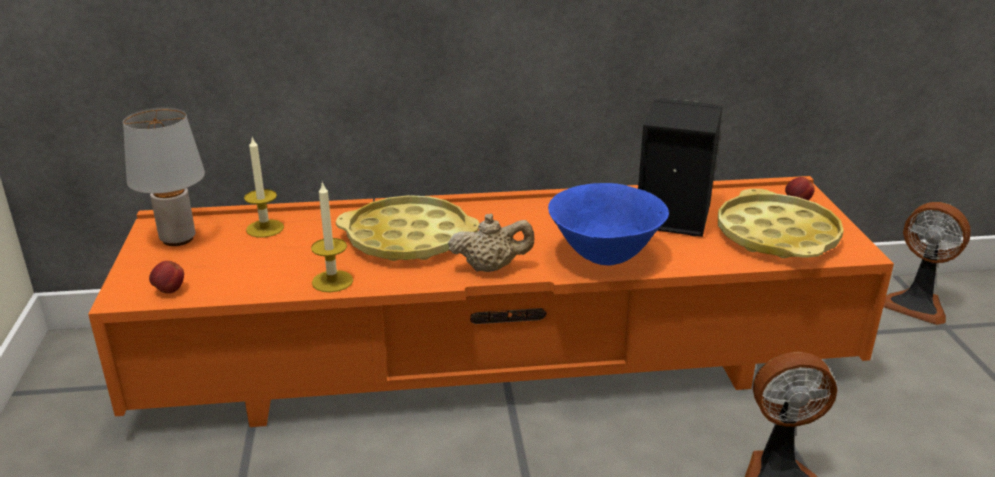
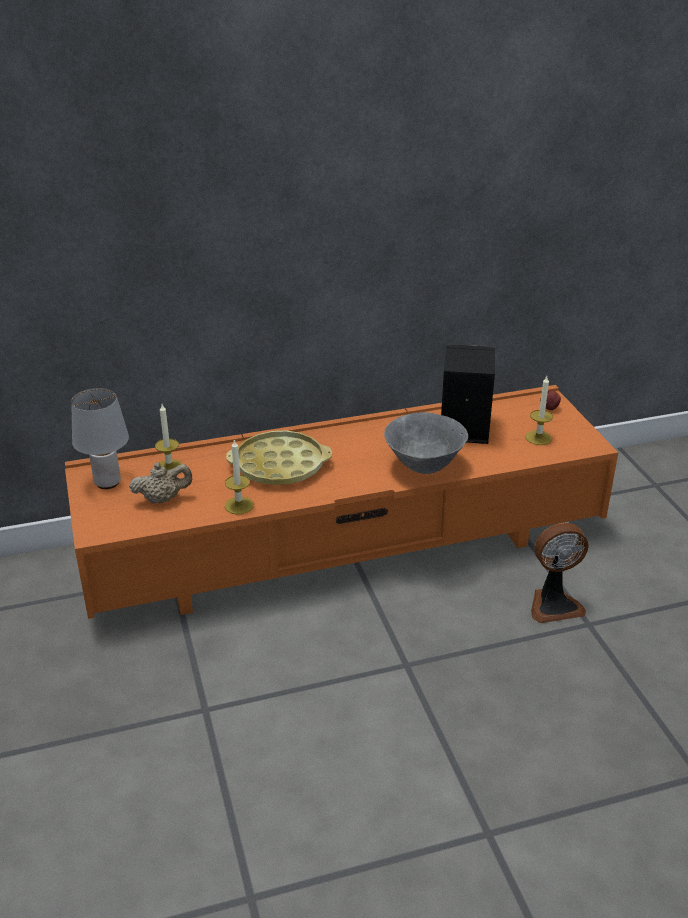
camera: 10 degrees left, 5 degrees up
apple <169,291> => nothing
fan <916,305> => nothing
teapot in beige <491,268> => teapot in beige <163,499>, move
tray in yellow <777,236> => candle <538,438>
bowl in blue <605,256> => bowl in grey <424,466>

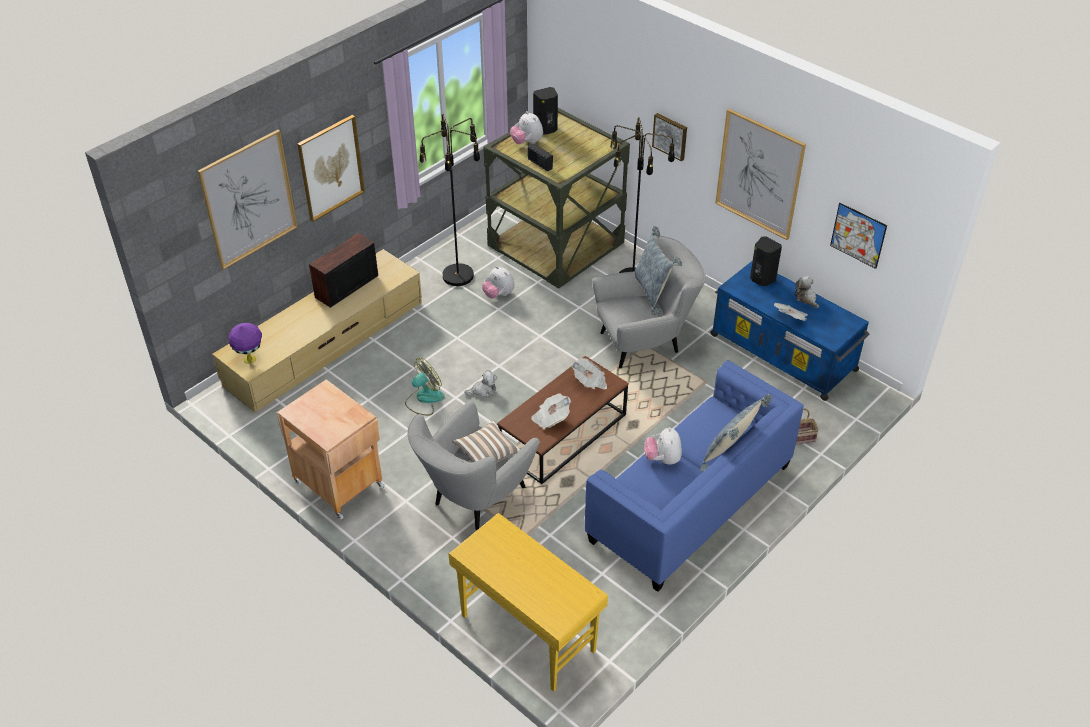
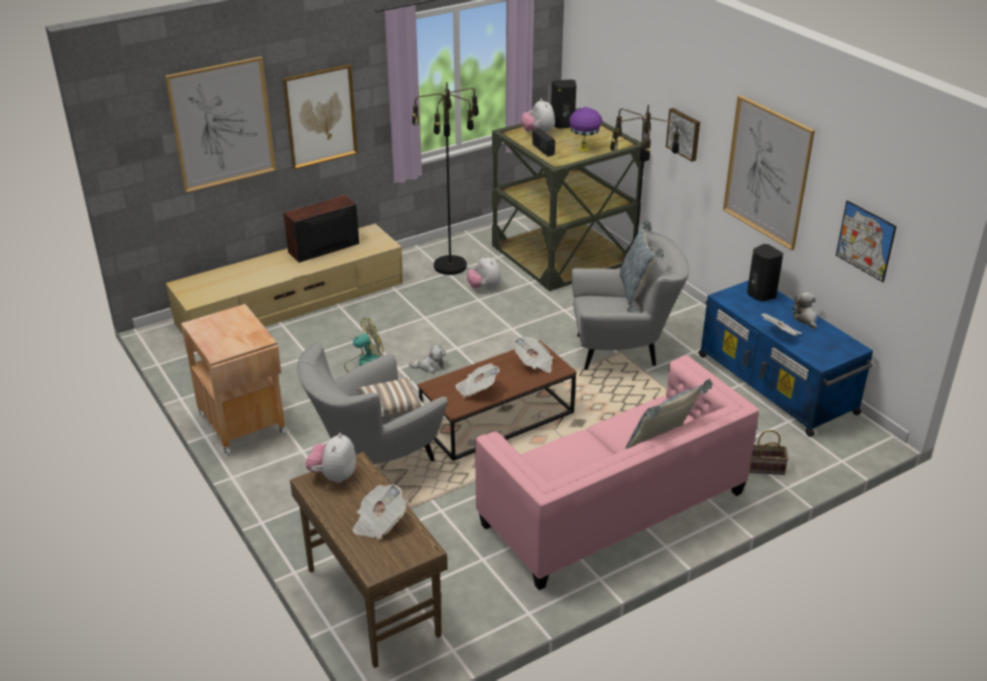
camera: 15 degrees right, 10 degrees down
nothing => newspaper <379,523>
table lamp in purple <250,359> => table lamp in purple <584,149>, move
plush toy <662,459> => plush toy <333,476>, move
console table in yellow <527,633> => console table in brown <371,602>
sofa in blue <690,503> => sofa in pink <613,508>

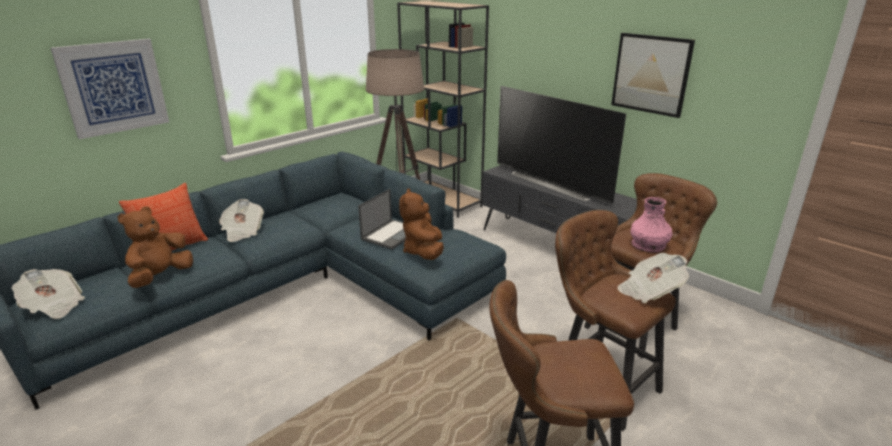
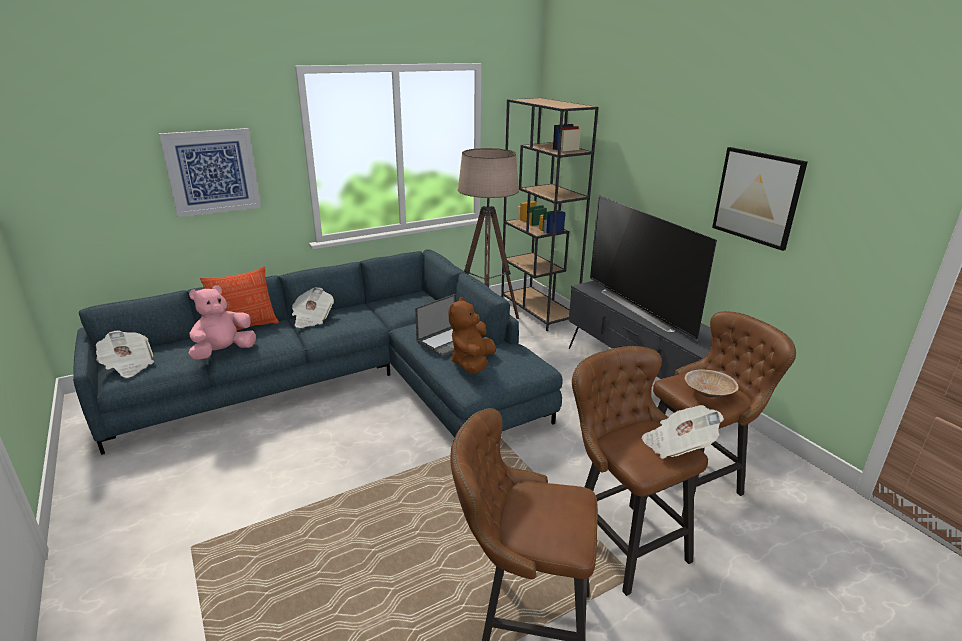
camera: 15 degrees right, 0 degrees up
vase in pink <648,245> => bowl in beige <707,393>
plush toy in brown <161,276> => plush toy in pink <224,352>

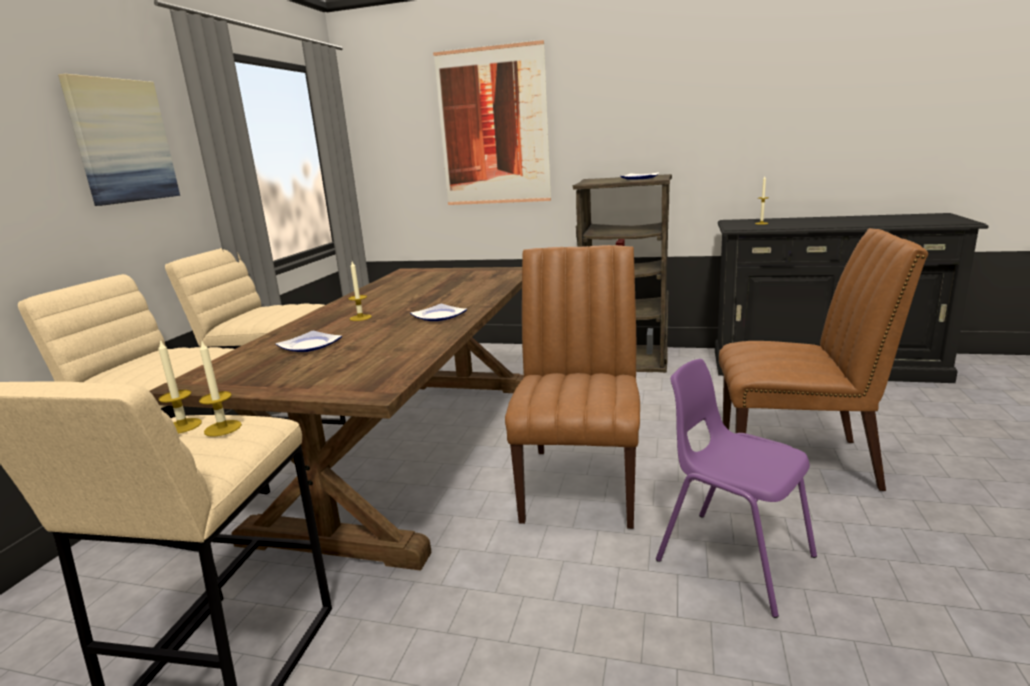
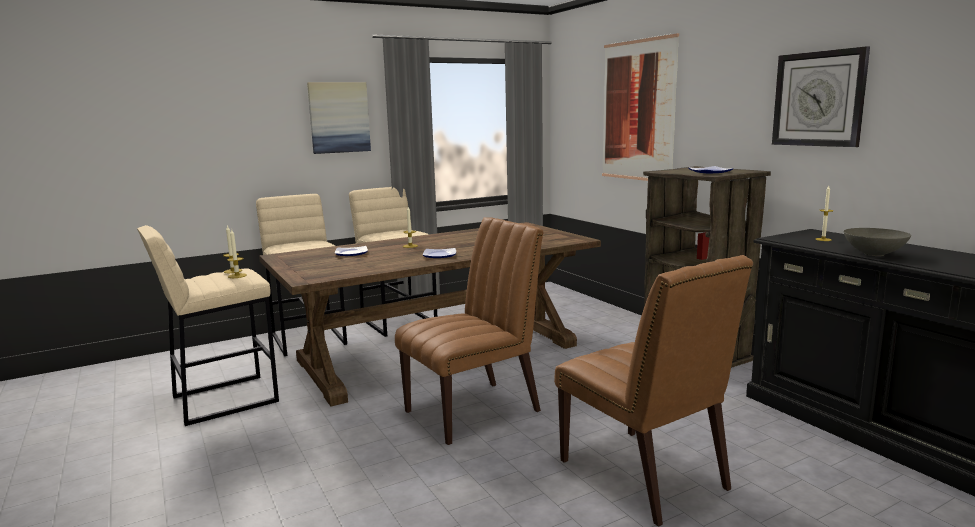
camera: 45 degrees right, 5 degrees down
chair in purple <733,558> => nothing
nothing => wall clock <818,99>
nothing => bowl in grey <875,254>

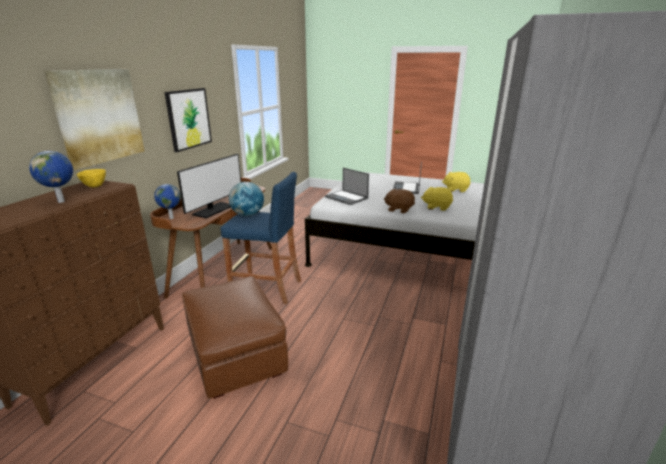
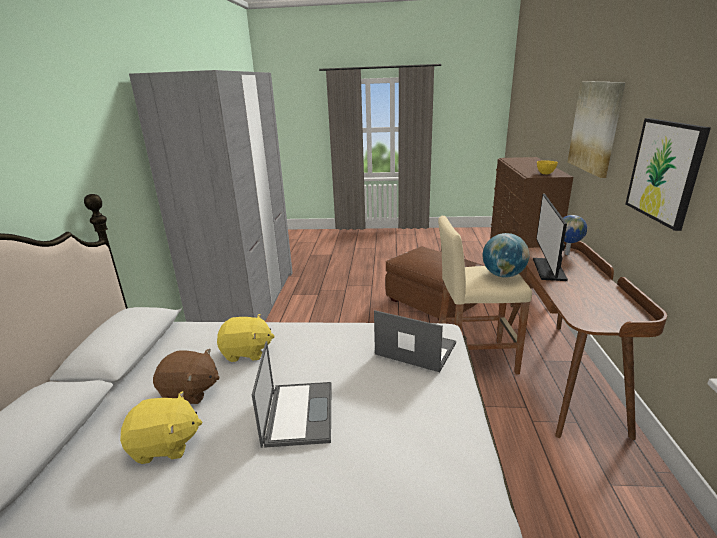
camera: 165 degrees right, 0 degrees up
globe <62,201> => nothing
plush toy in brown <399,209> => plush toy in brown <190,391>, move
stool in blue <266,288> => stool in beige <473,358>

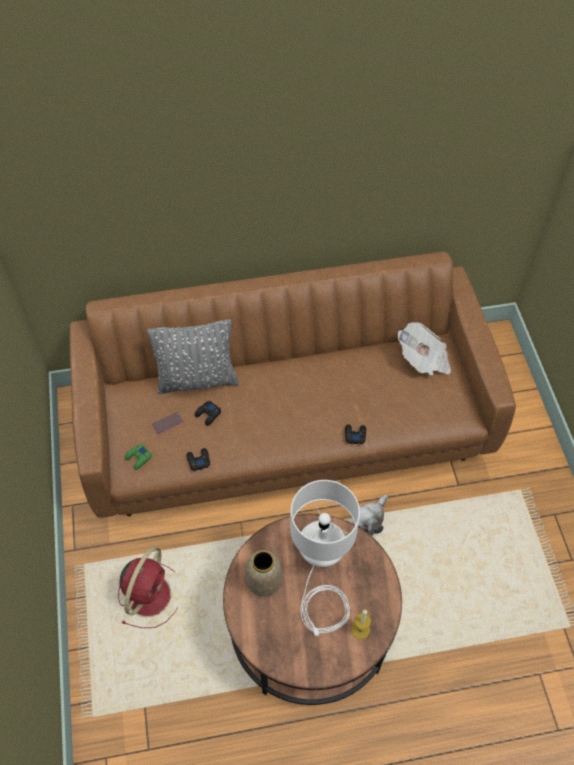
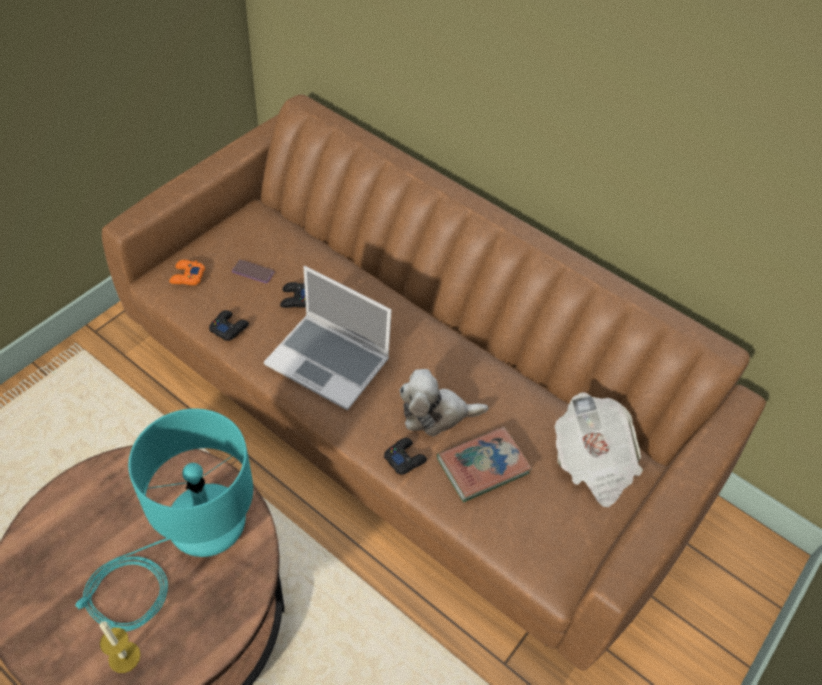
camera: 45 degrees right, 5 degrees down
fan in red <150,593> => nothing
pillow in grey <197,379> => nothing
vase <263,581> => nothing
nothing => laptop <329,362>
nothing => book <483,466>
plush toy <368,520> => plush toy <436,414>, move
game controller in green <138,458> => game controller in orange <187,276>
table lamp in white <322,572> => table lamp in turquoise <178,554>

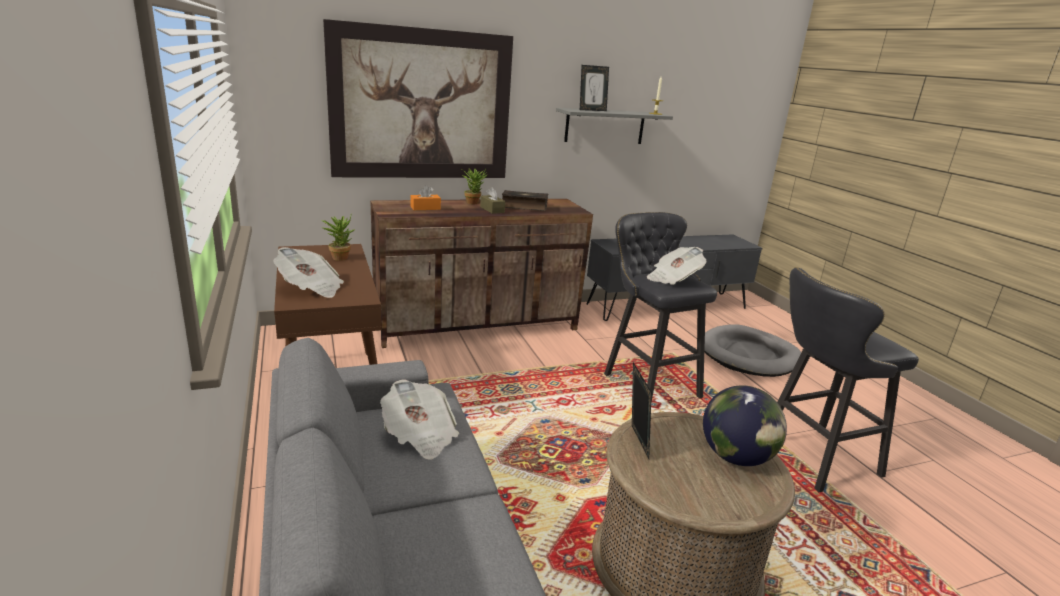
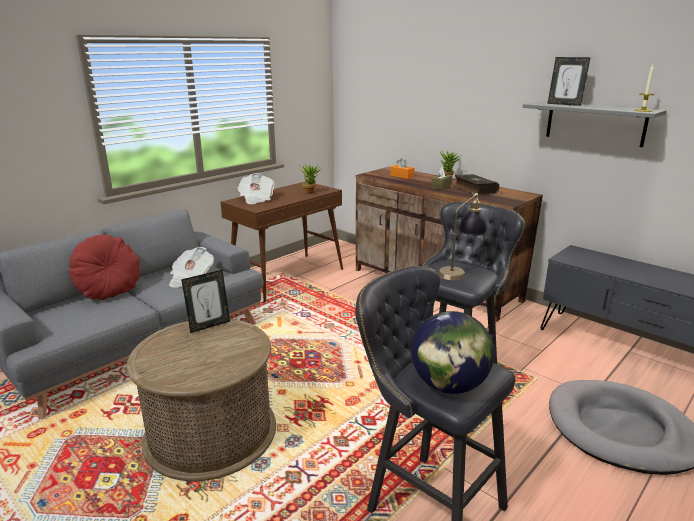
camera: 65 degrees right, 0 degrees up
picture <422,105> => nothing
nothing => pillow in red <110,294>
globe <736,458> => globe <449,386>, move
newspaper <673,279> => table lamp <460,272>

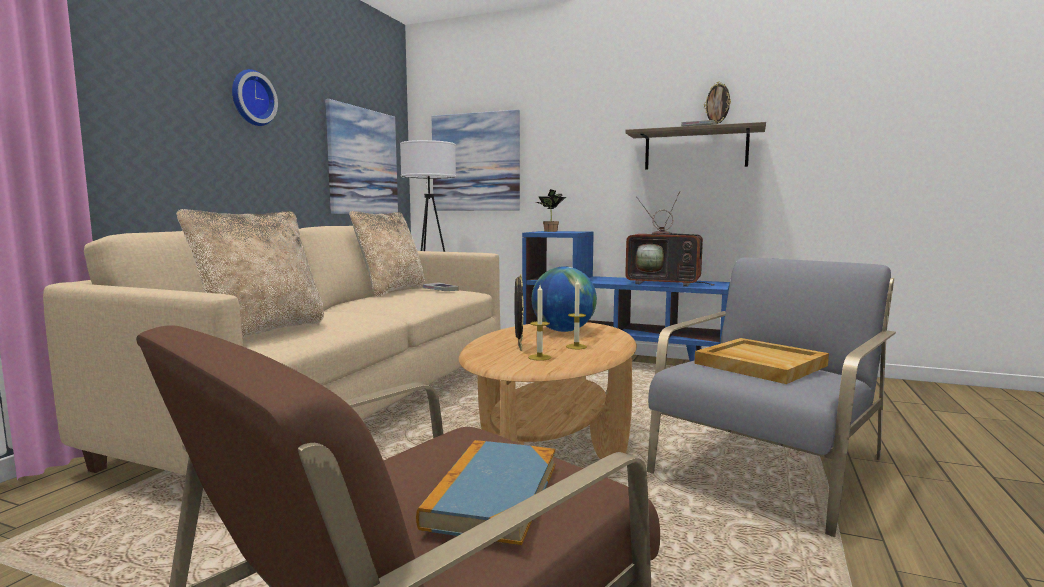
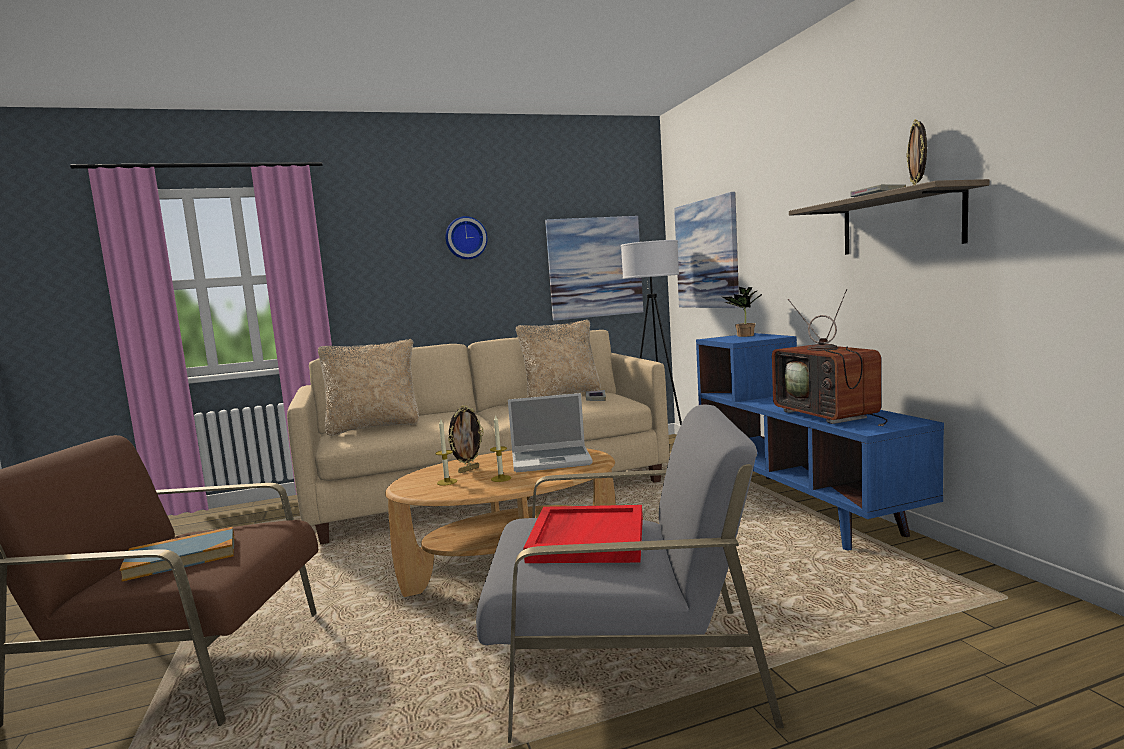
camera: 50 degrees right, 0 degrees up
globe <563,331> => laptop <552,460>
tray in beige <759,364> => tray in red <586,538>

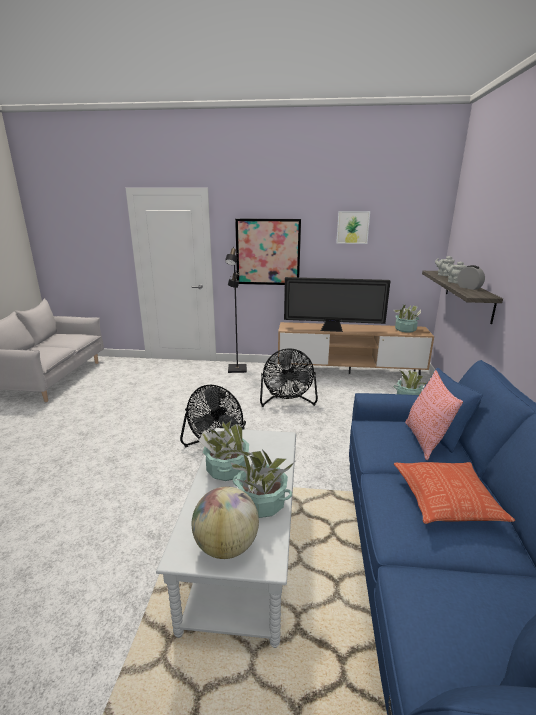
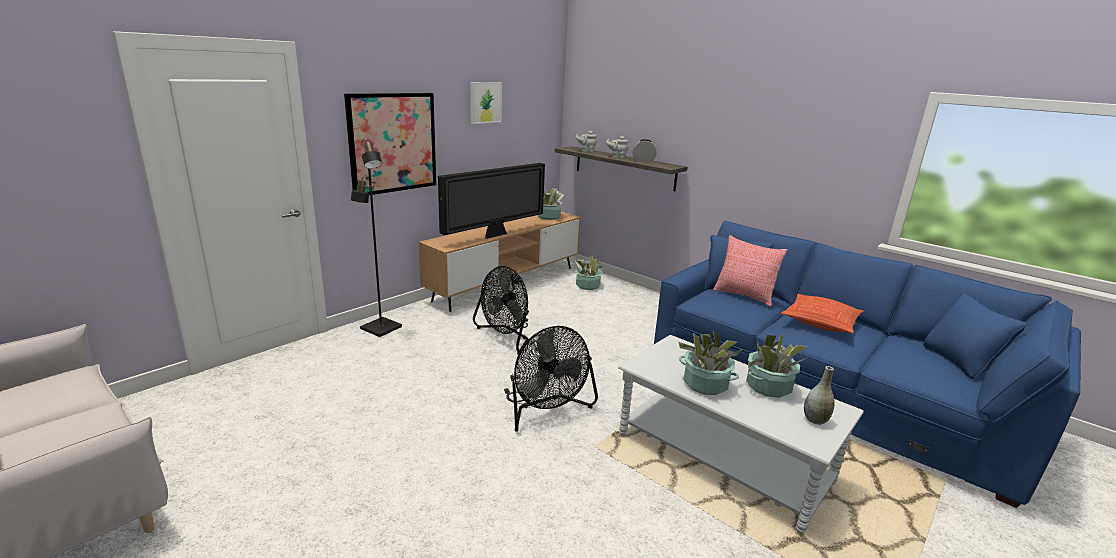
camera: 55 degrees left, 0 degrees up
globe <226,546> => vase in grey <815,420>
fan in black <285,400> => fan in black <507,335>, 105 degrees clockwise

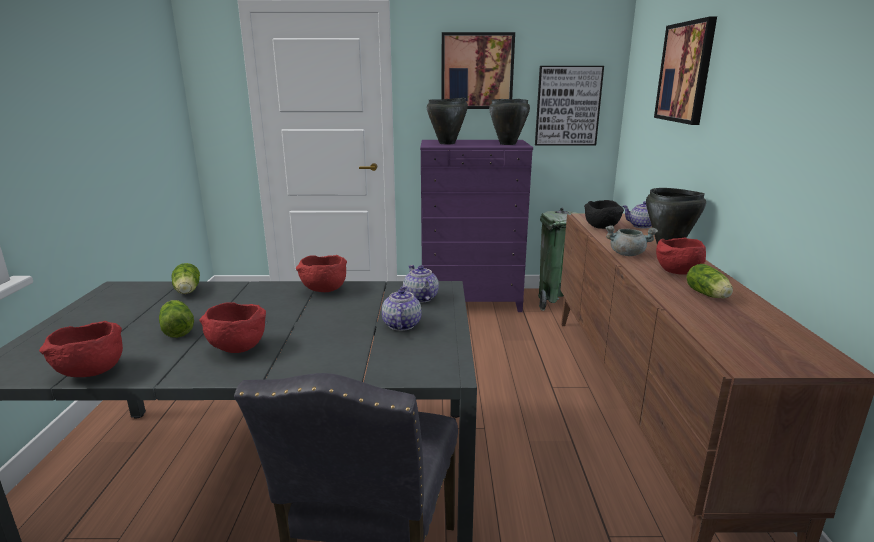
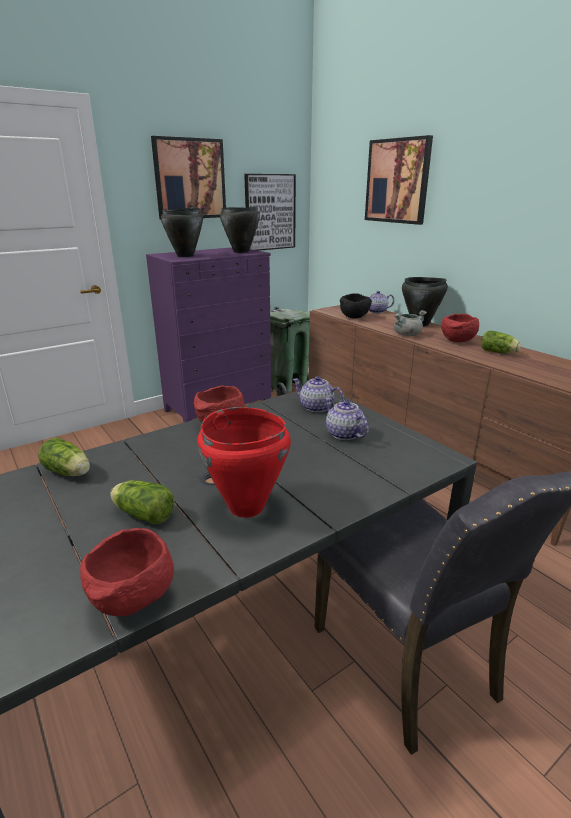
camera: 35 degrees left, 5 degrees up
bowl in red <236,348> => cooking pot in red <246,507>

